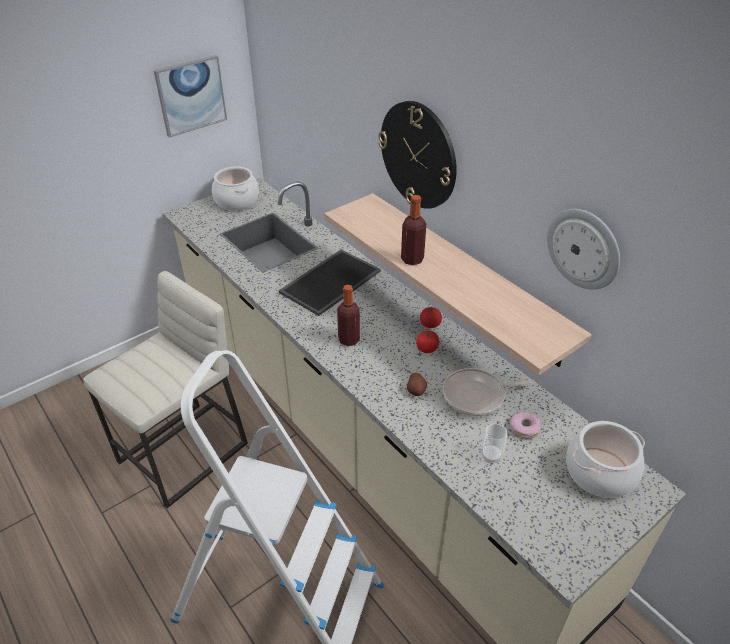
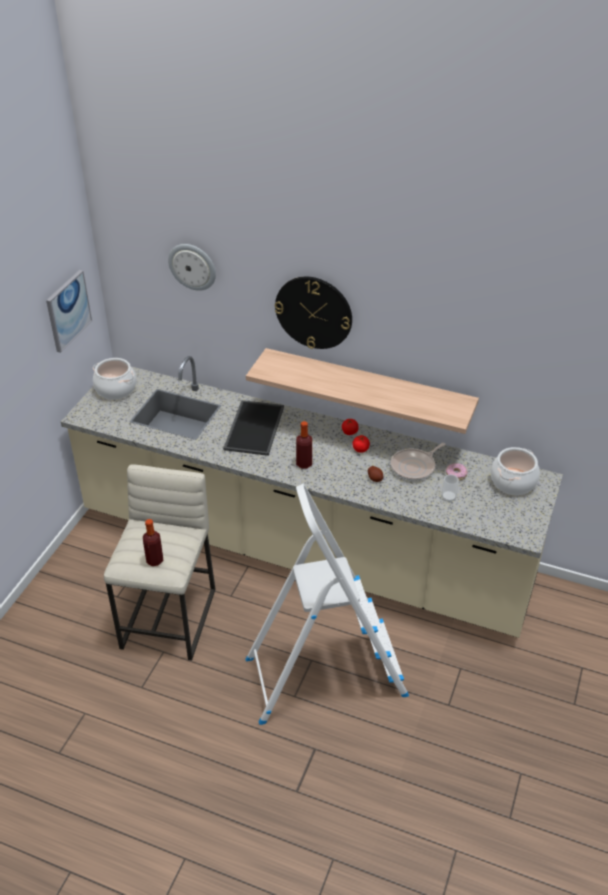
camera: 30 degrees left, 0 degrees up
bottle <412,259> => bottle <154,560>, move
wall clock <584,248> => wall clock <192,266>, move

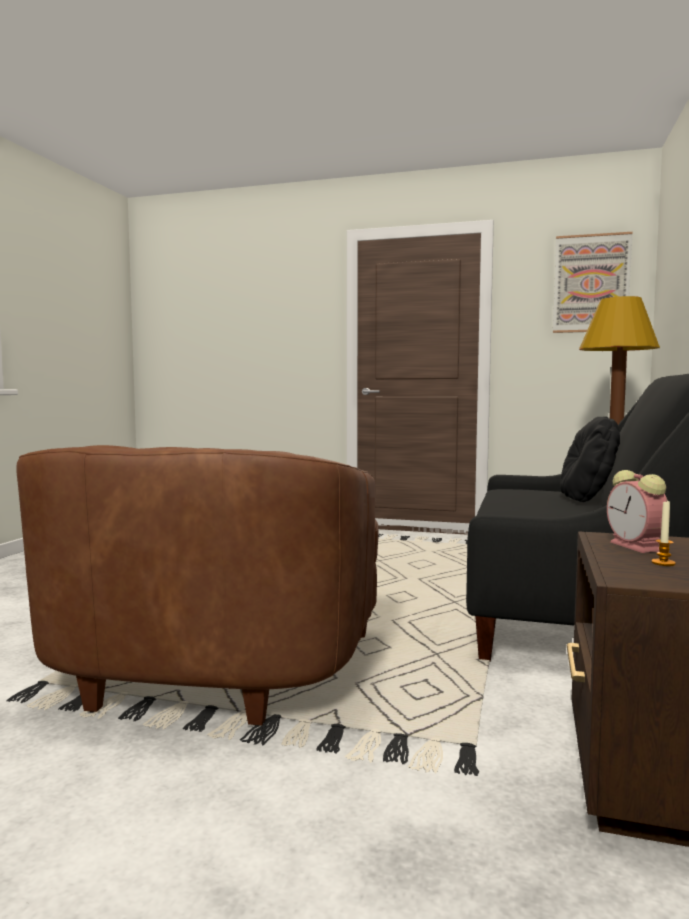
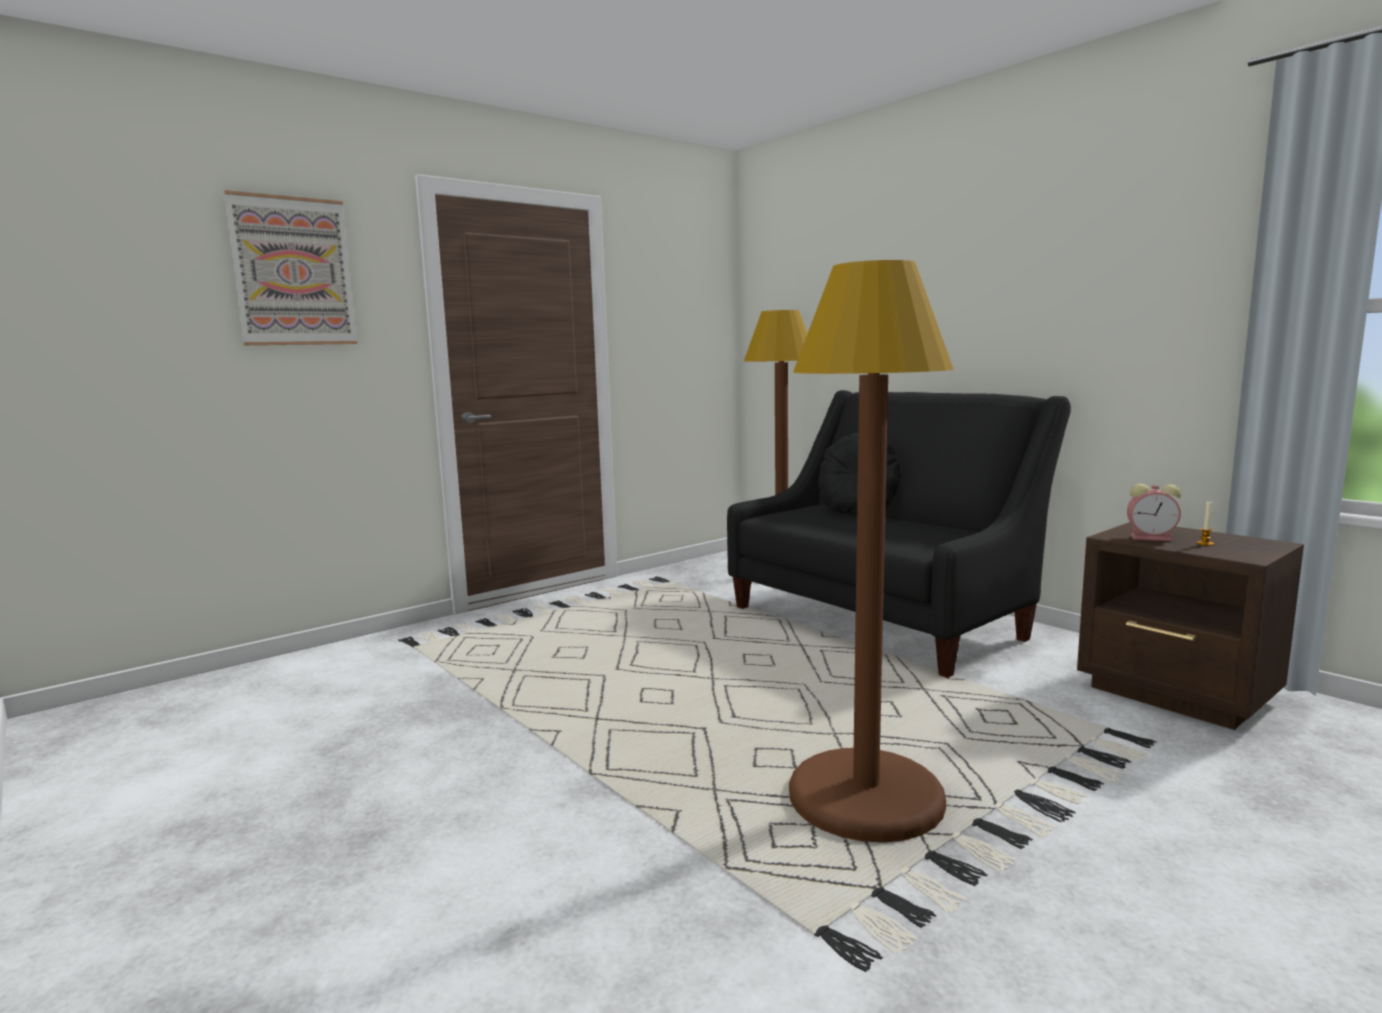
camera: 55 degrees left, 5 degrees up
picture <591,283> => picture <293,272>, move
armchair in brown <215,667> => floor lamp in brown <865,798>

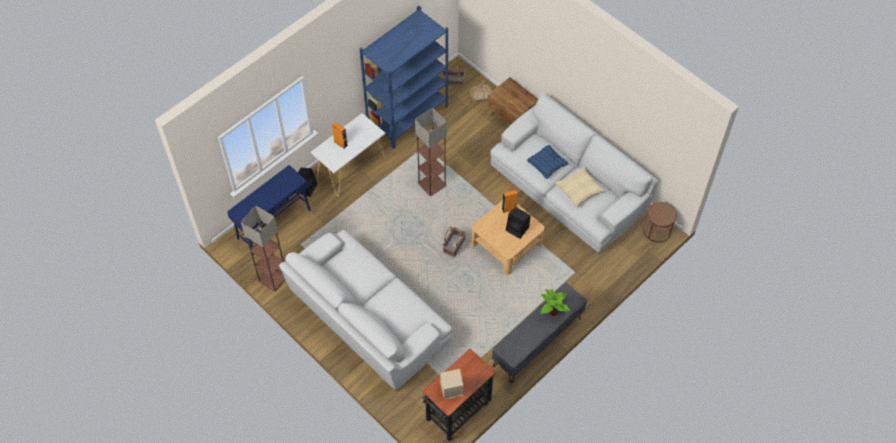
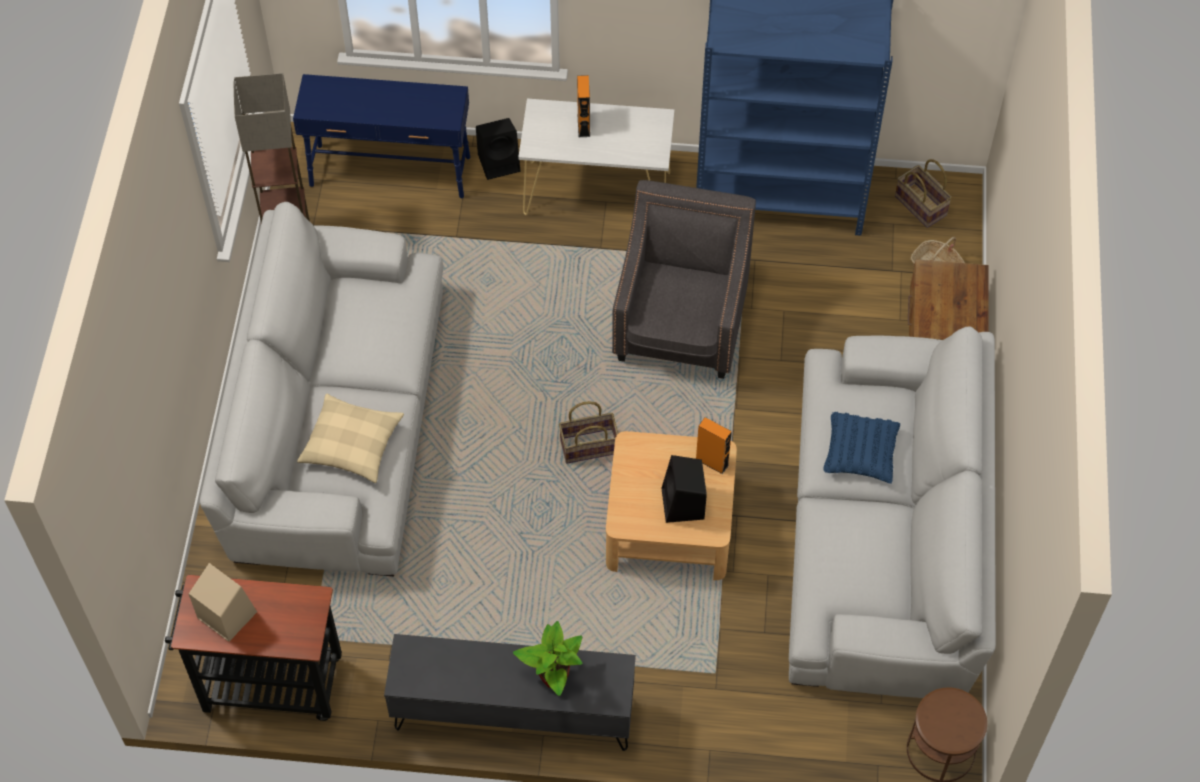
camera: 50 degrees right, 0 degrees up
pillow in beige <579,189> => pillow in beige <352,444>, move
floor lamp <432,184> => armchair in grey <681,326>

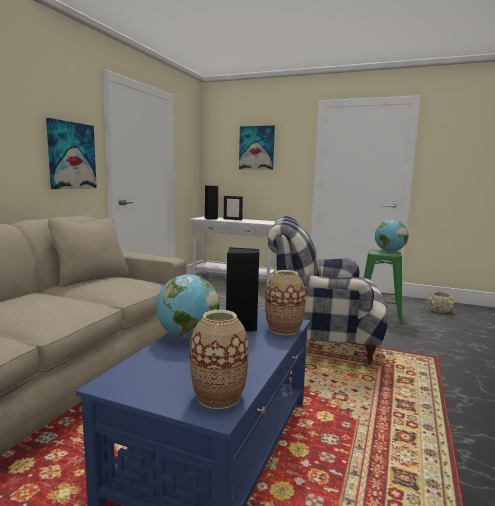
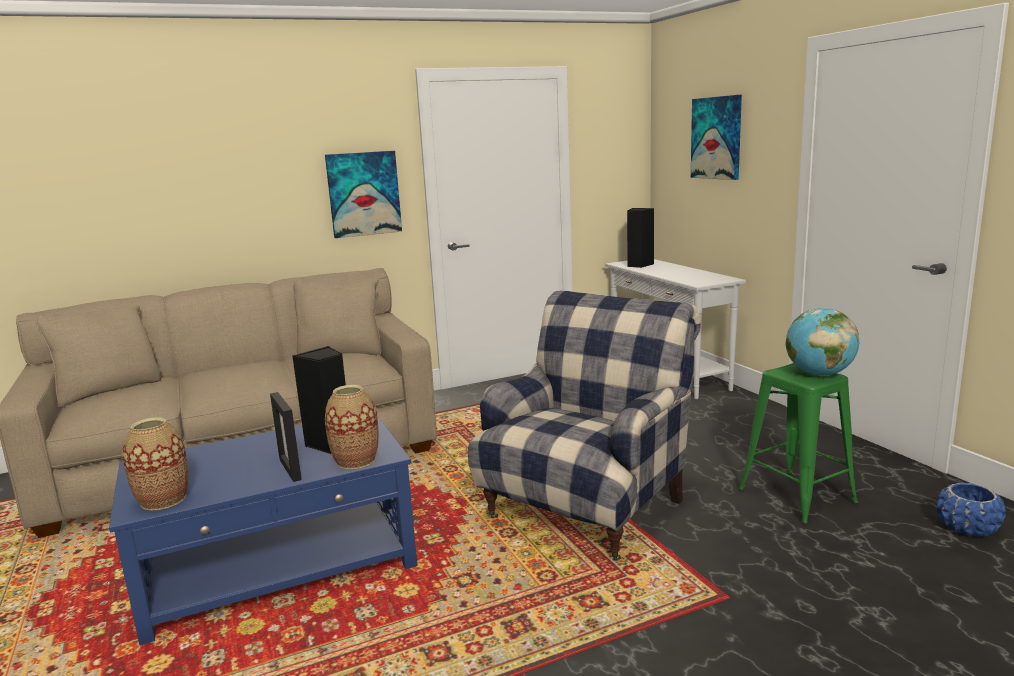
camera: 45 degrees right, 5 degrees up
globe <187,336> => nothing
picture frame <233,219> => picture frame <291,469>, move
planter in beige <439,310> => planter in blue <968,528>
armchair <320,344> => armchair <587,509>, 75 degrees clockwise

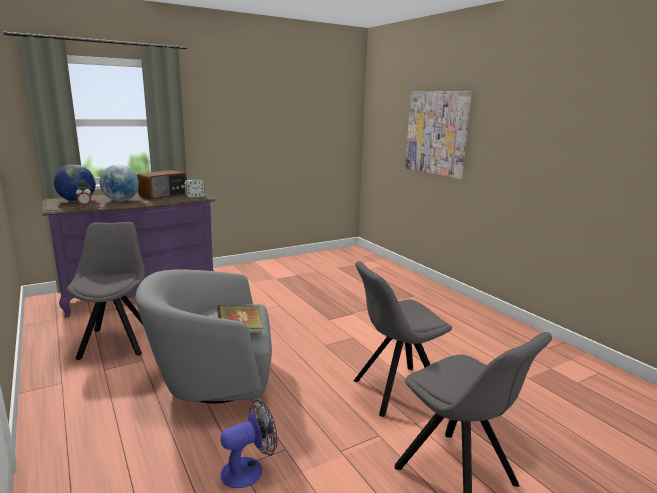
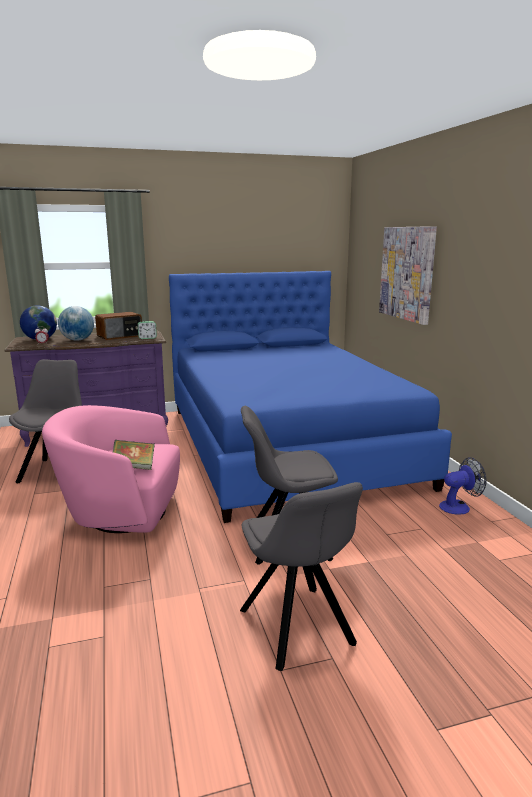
camera: 15 degrees right, 0 degrees up
nothing => bed in blue <286,444>
fan <249,469> => fan <459,506>, move
armchair in grey <214,380> => armchair in pink <120,513>

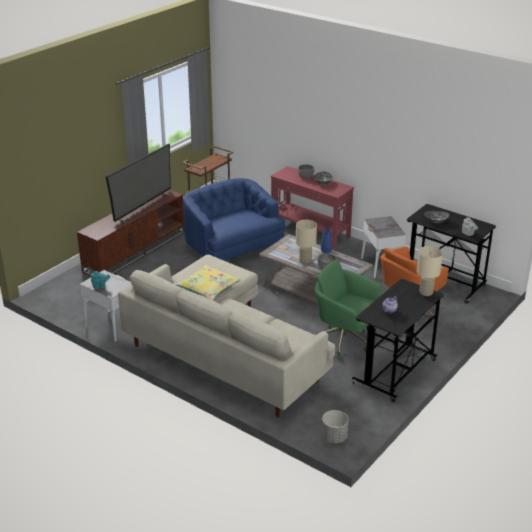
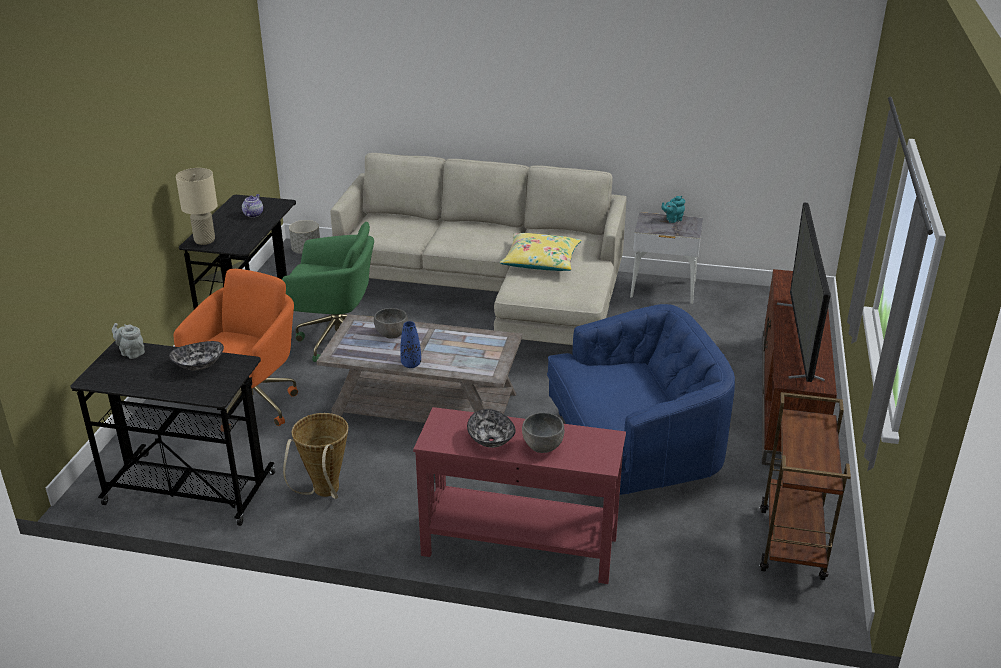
camera: 155 degrees right, 0 degrees up
table lamp in beige <305,262> => nothing
side table <381,266> => basket <324,493>
armchair in blue <233,249> => armchair in blue <632,451>, 45 degrees counterclockwise

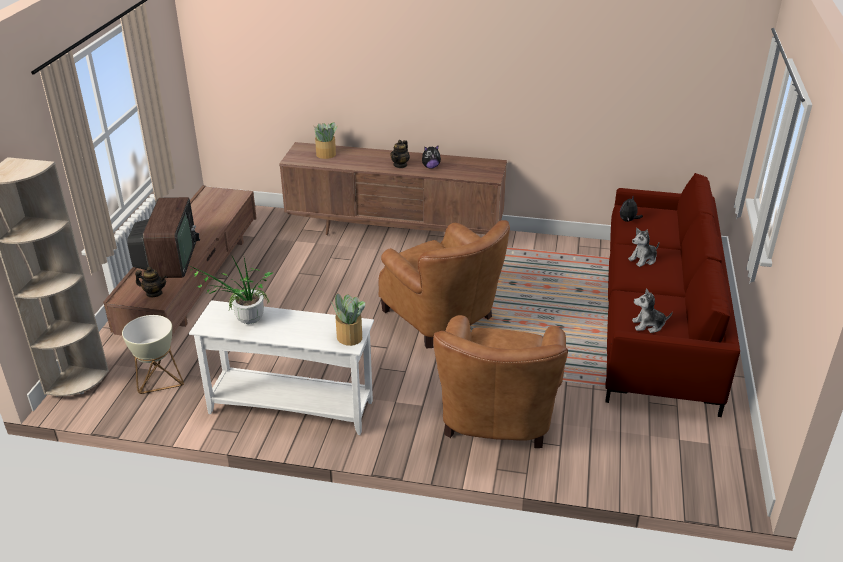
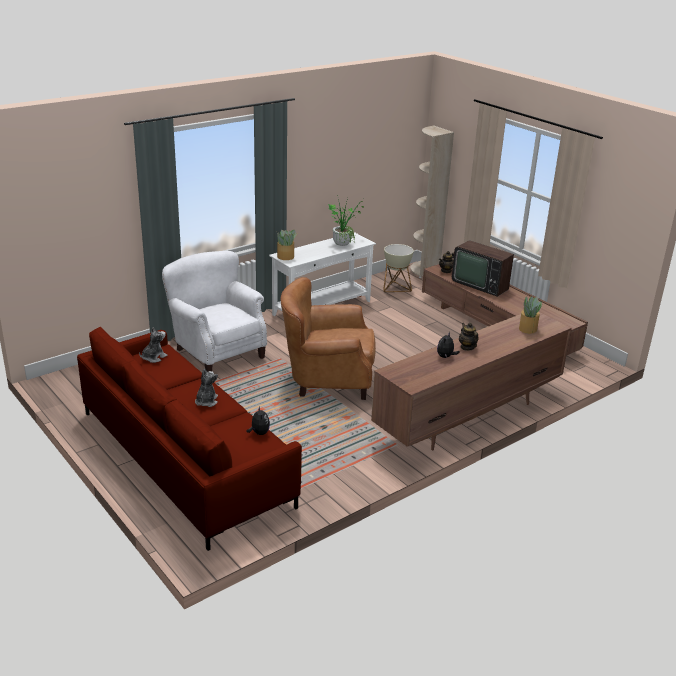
camera: 130 degrees right, 5 degrees down
armchair in brown <497,418> => armchair in white <217,351>

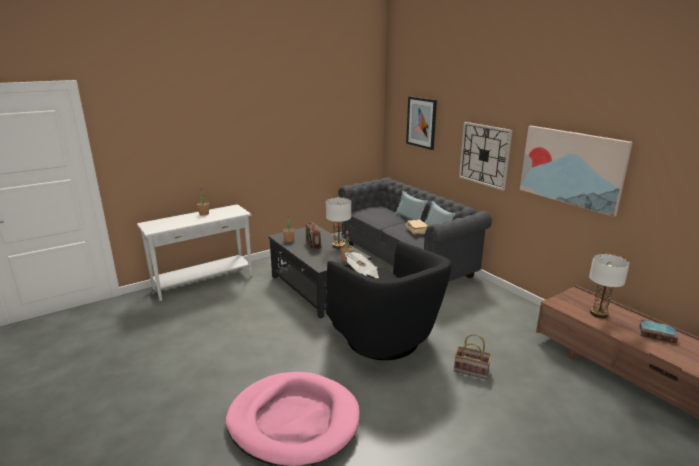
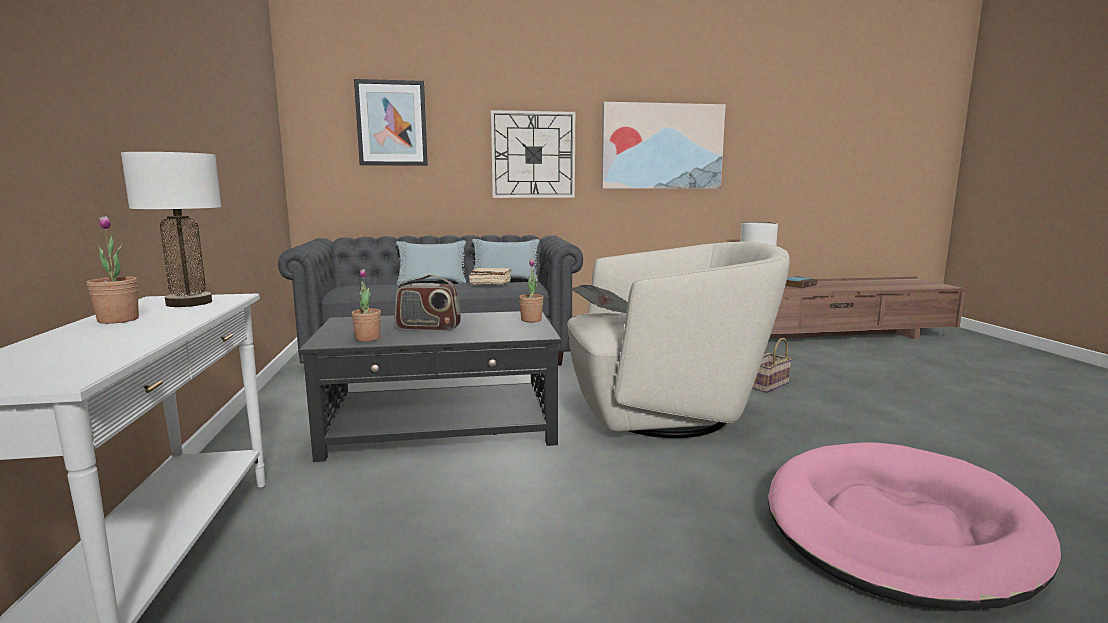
camera: 65 degrees left, 10 degrees down
table lamp <339,246> => table lamp <190,303>, move
armchair in black <383,339> => armchair in beige <666,413>

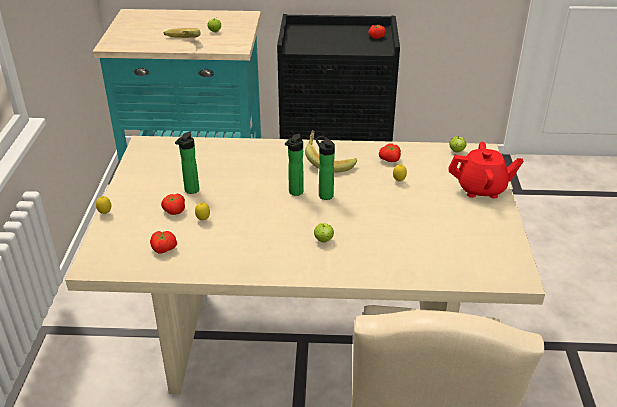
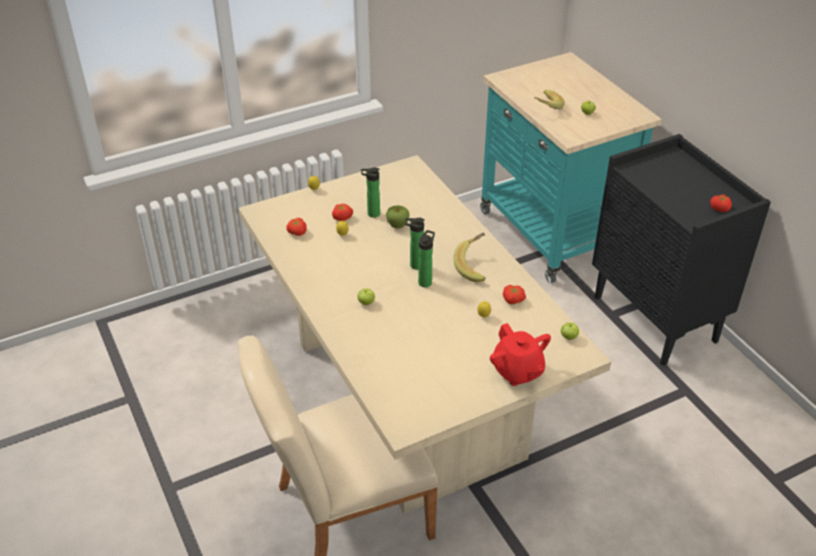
camera: 60 degrees right, 5 degrees up
nothing => apple <397,225>

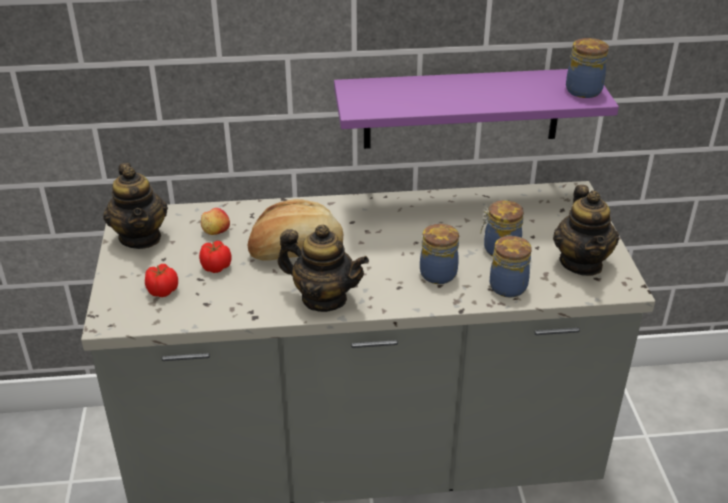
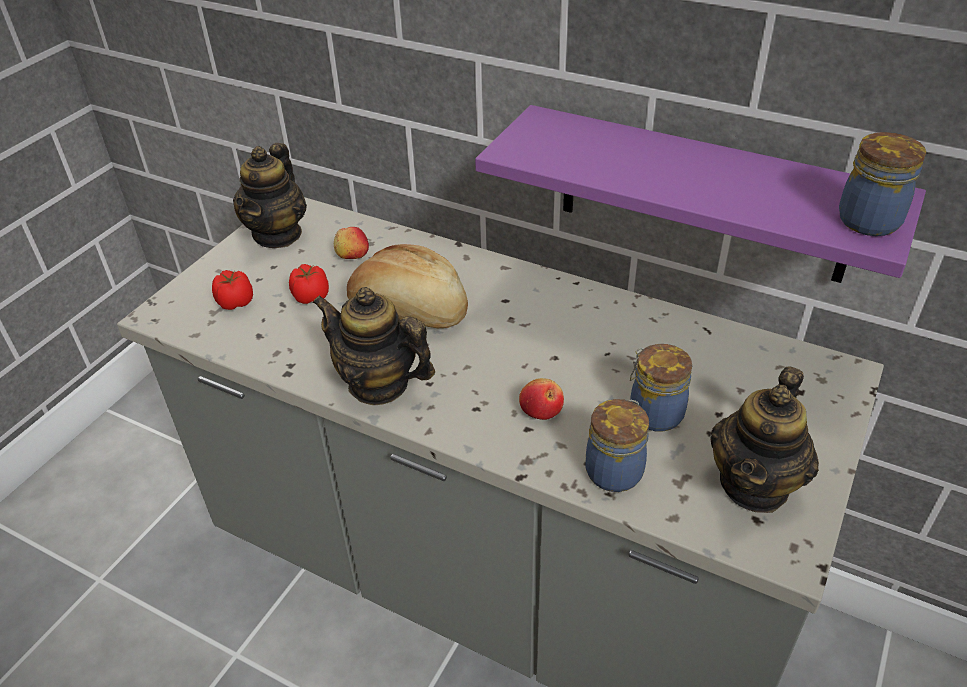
camera: 35 degrees right, 5 degrees up
jar <437,273> => apple <541,410>
teapot <324,298> => teapot <379,384>, 150 degrees clockwise

